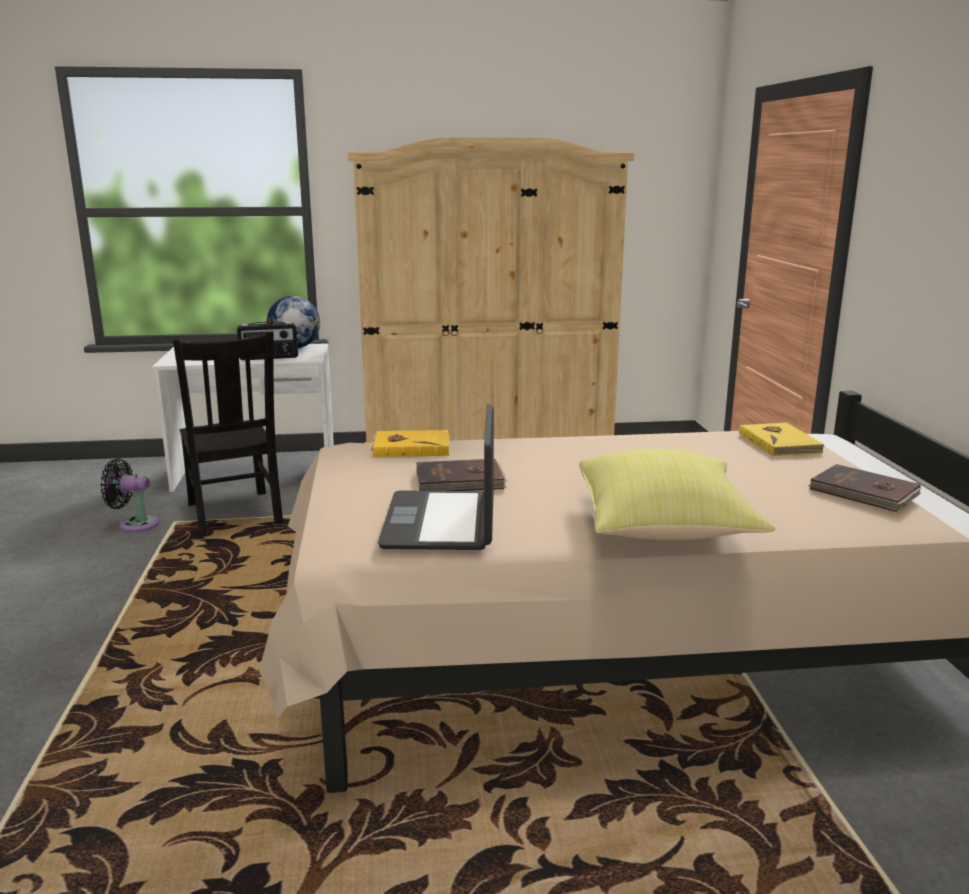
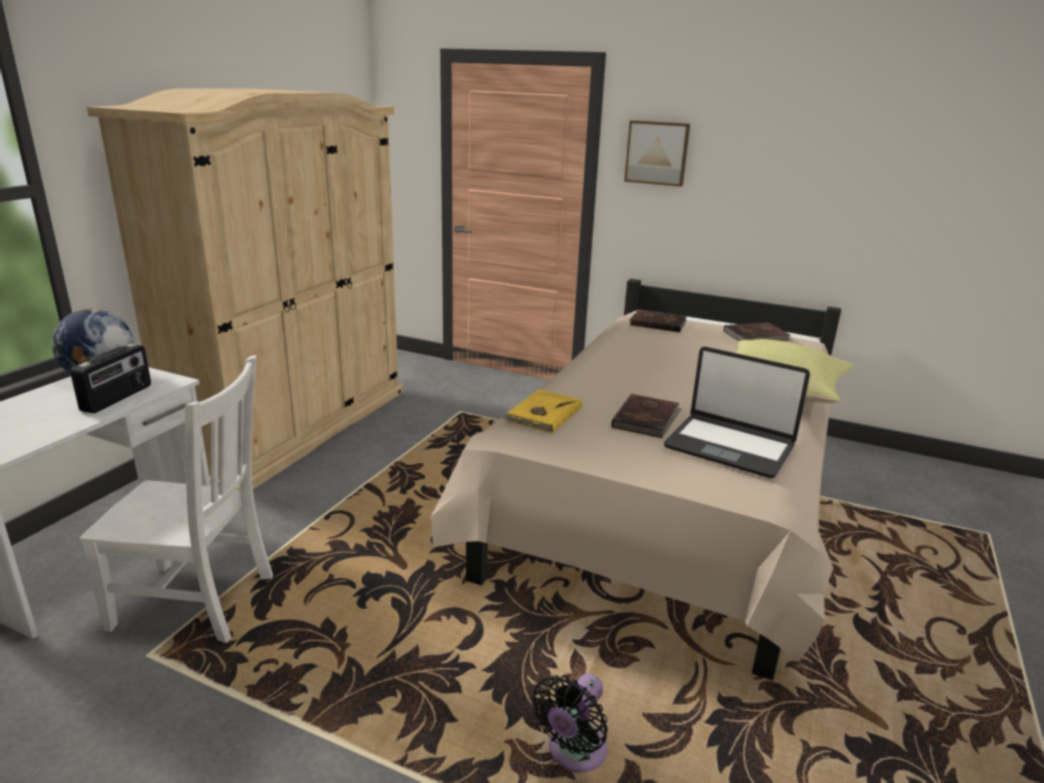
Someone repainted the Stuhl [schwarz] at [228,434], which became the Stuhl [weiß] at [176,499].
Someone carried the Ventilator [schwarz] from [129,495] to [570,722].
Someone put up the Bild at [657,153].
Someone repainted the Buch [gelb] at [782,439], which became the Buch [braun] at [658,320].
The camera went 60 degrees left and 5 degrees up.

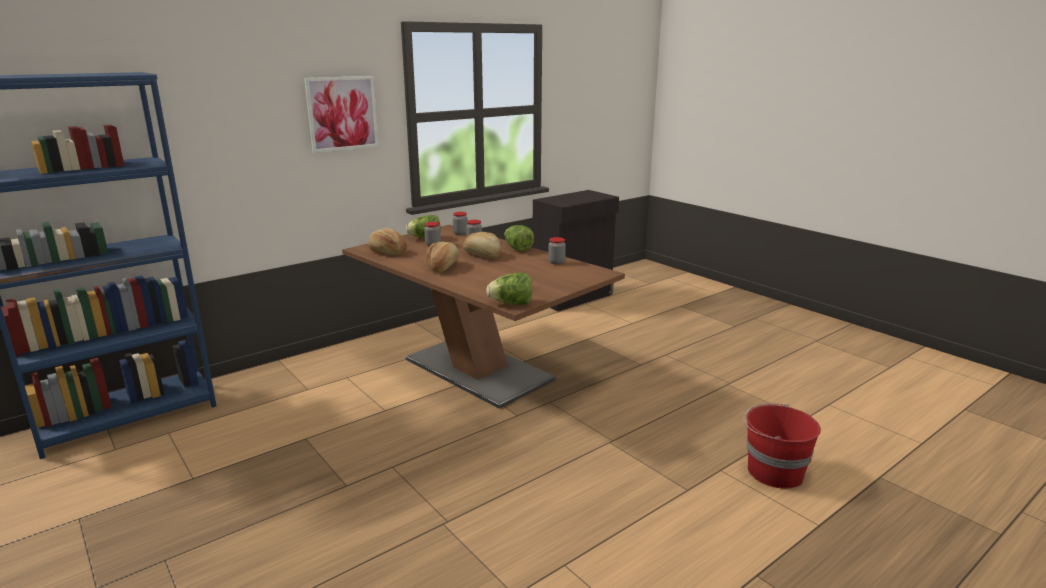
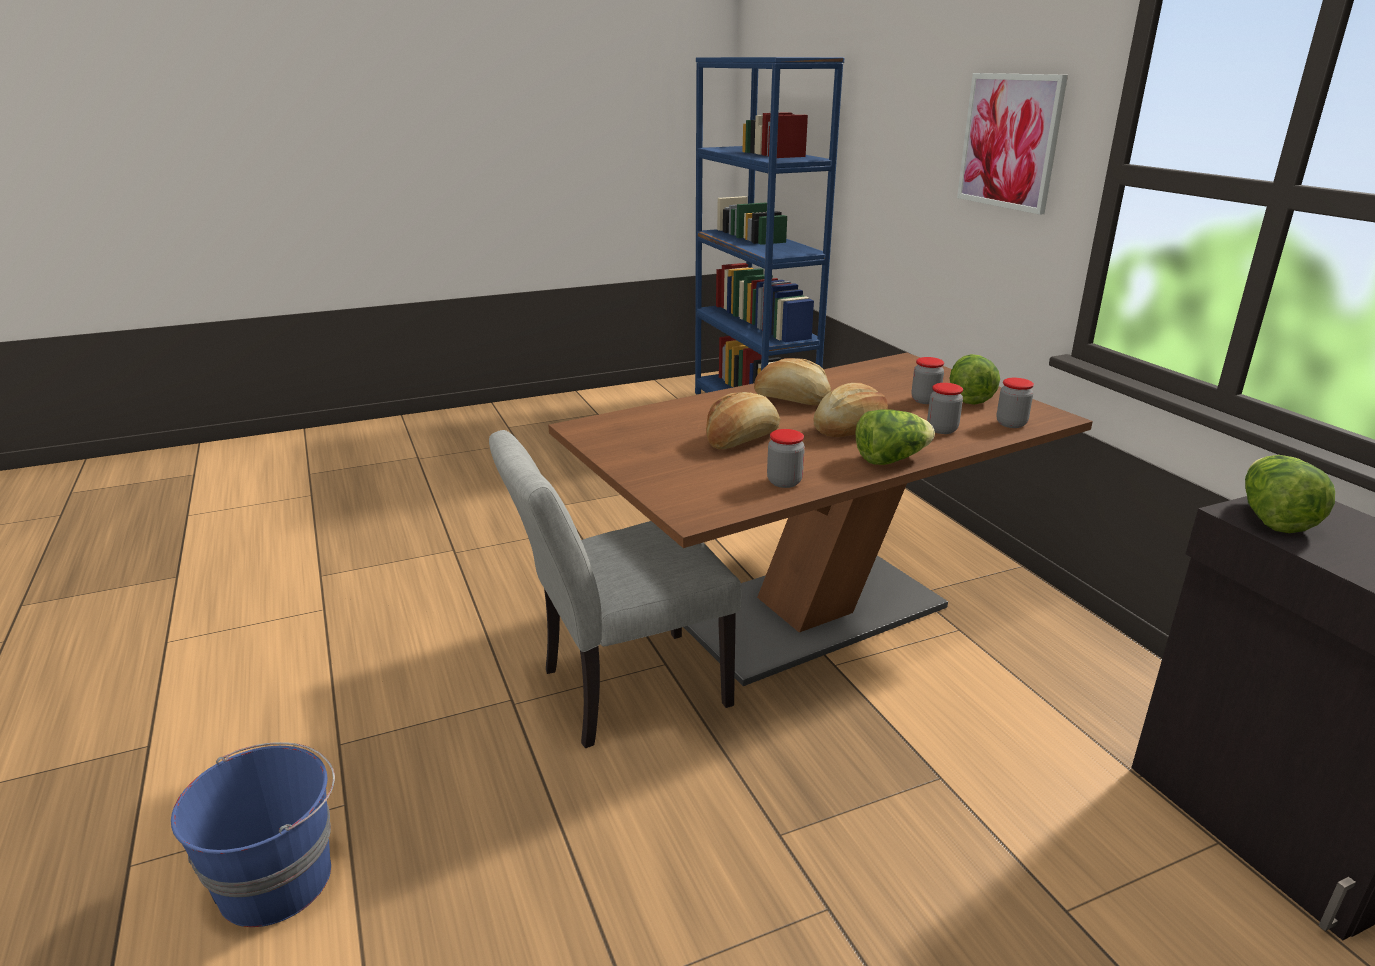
Someone repainted the Eimer [rot] at [782,446], which became the Eimer [blau] at [253,834].
Someone put down the Stuhl [grau] at [615,589].
Someone carried the Brot from [387,241] to [743,420].
Someone carried the Salatkopf from [509,288] to [1290,494].
The camera went 105 degrees right and 5 degrees up.

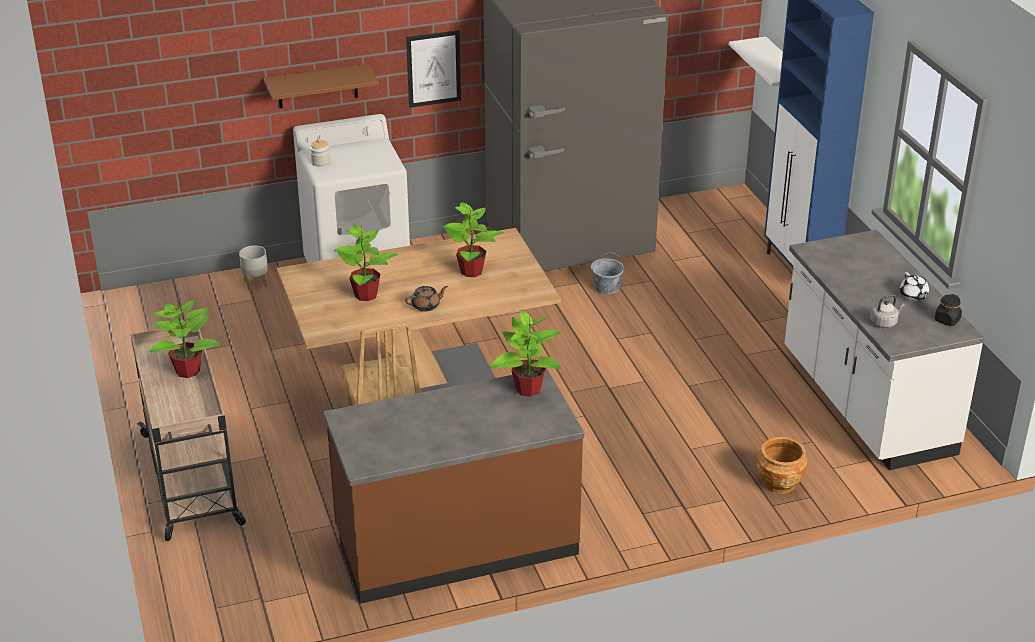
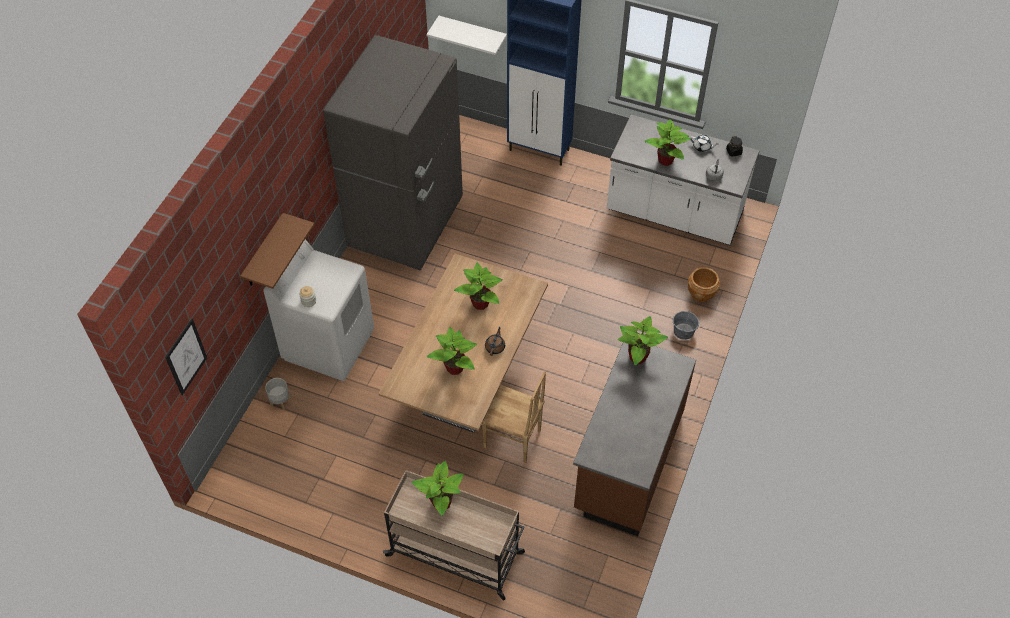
Someone carried the Bild from [433,69] to [186,357].
Someone put down the Topfpflanze at [667,142].
Someone carried the Eimer [grau] from [607,273] to [686,325].
The camera went 50 degrees left and 20 degrees up.

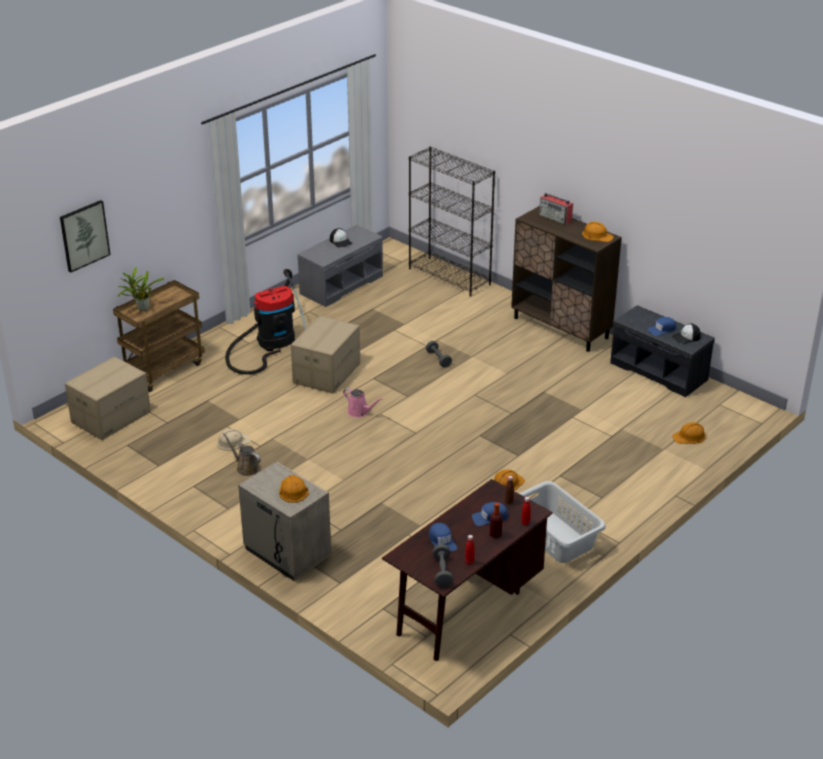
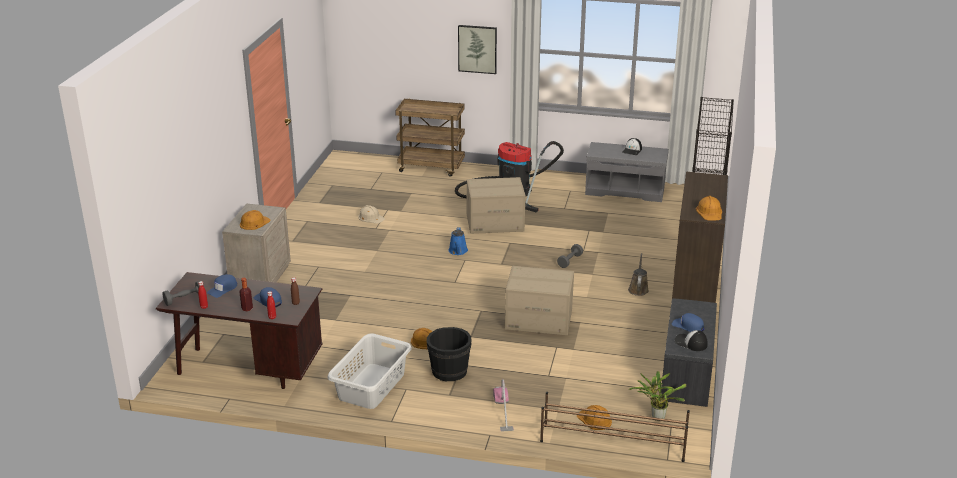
Someone put down the Eimer [schwarz] at [449,354].
Someone repainted the Gießkanne [rosa] at [363,403], which became the Gießkanne [blau] at [458,241].
Someone carried the Bild from [85,236] to [477,49].
Someone put down the Staubsauger at [503,405].
Someone carried the Karton from [108,398] to [539,301].
Someone put down the Schuhregal [braun] at [615,427].
Someone carried the Gießkanne [braun] from [242,454] to [638,274].
Someone carried the Topfpflanze from [141,289] to [657,396].
Someone took away the Radio at [556,208].
The camera went 60 degrees right and 5 degrees down.

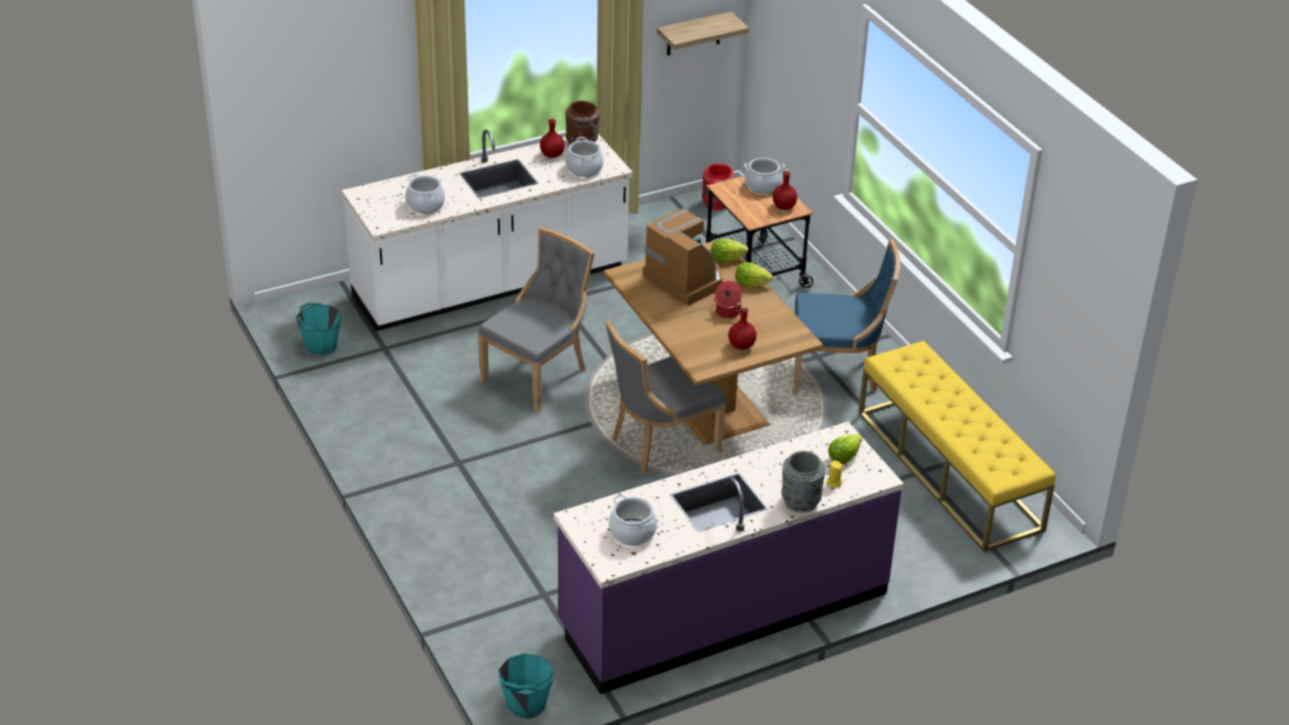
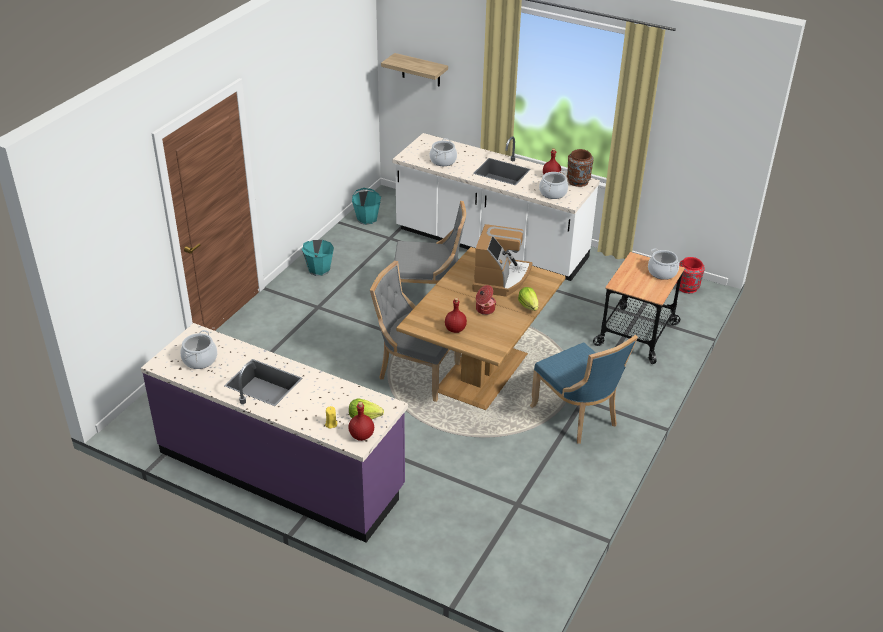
Someone carried the Eimer [türkis] from [526,686] to [318,258].
Someone carried the Flasche [rot] from [785,189] to [361,421].
Someone carried the Wandregal from [703,33] to [414,70].
Someone took away the Salatkopf at [730,250].
Someone took away the Vase [grau] at [803,481].
Someone took away the Bank [gelb] at [957,446].
The camera went 55 degrees right and 0 degrees up.

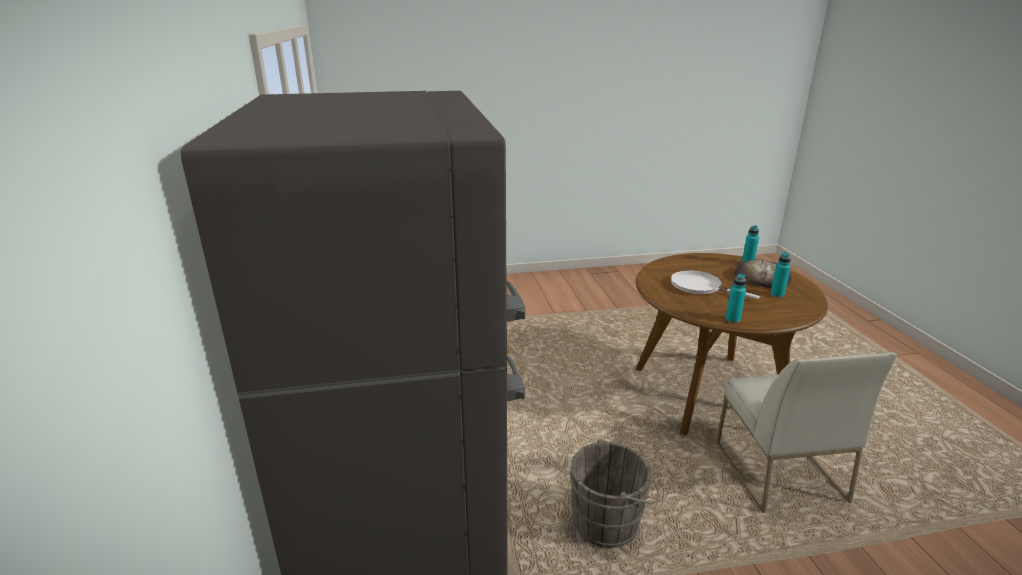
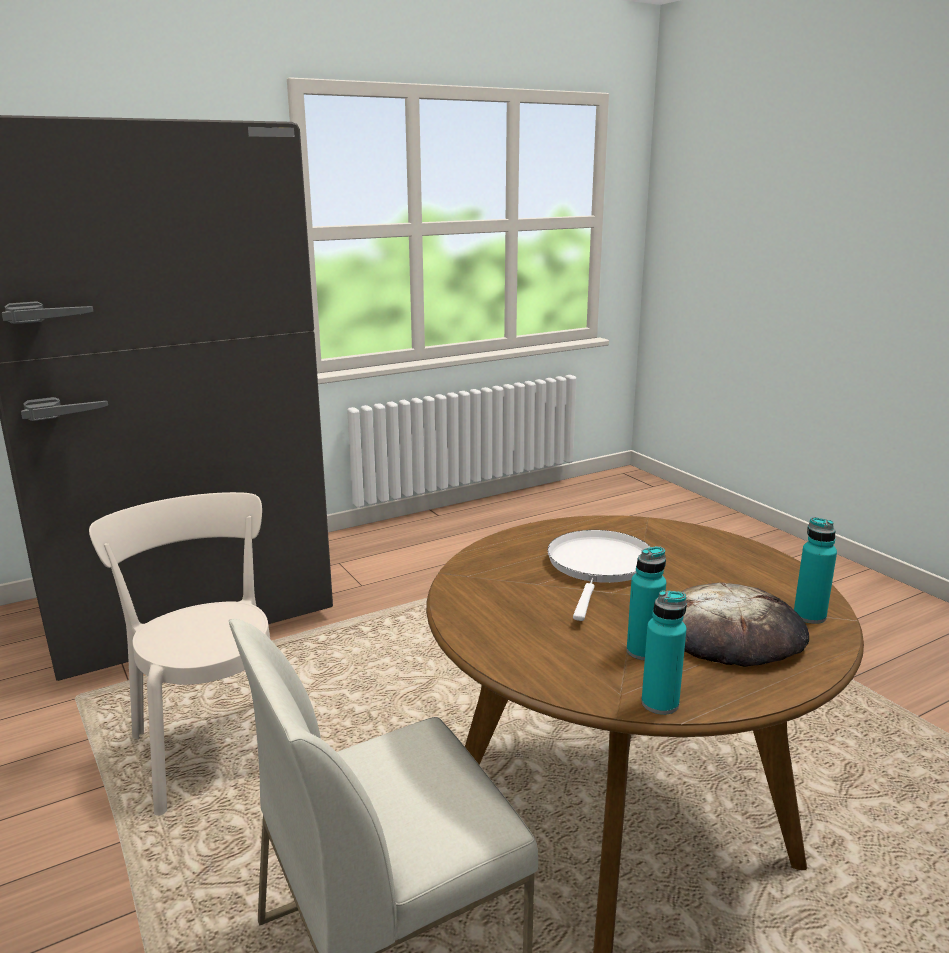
Someone swapped the Eimer [grau] at [614,493] for the Stuhl [beige] at [180,654].
Someone carried the Flasche [türkis] from [735,298] to [664,652].
The camera went 70 degrees right and 5 degrees down.

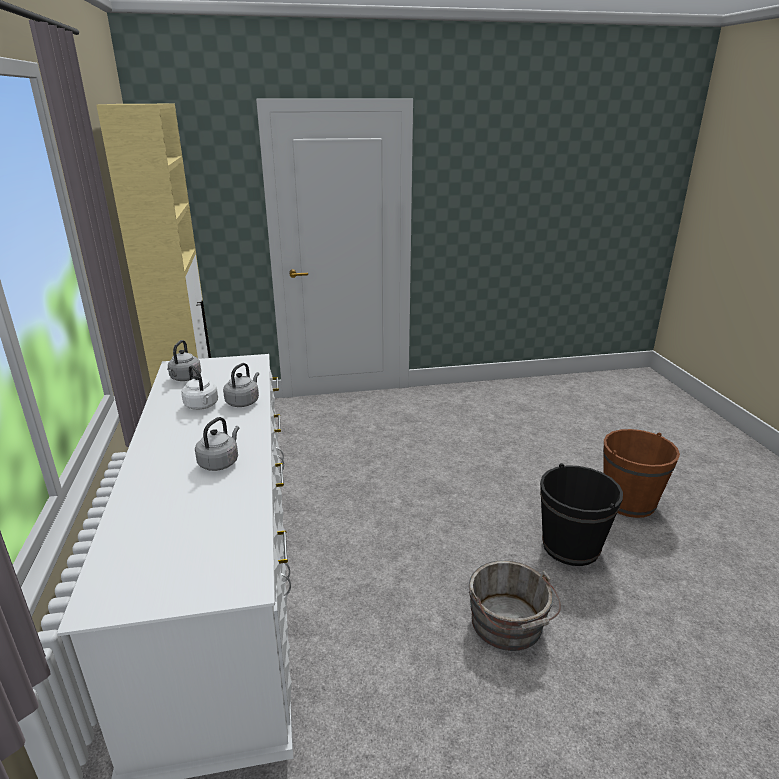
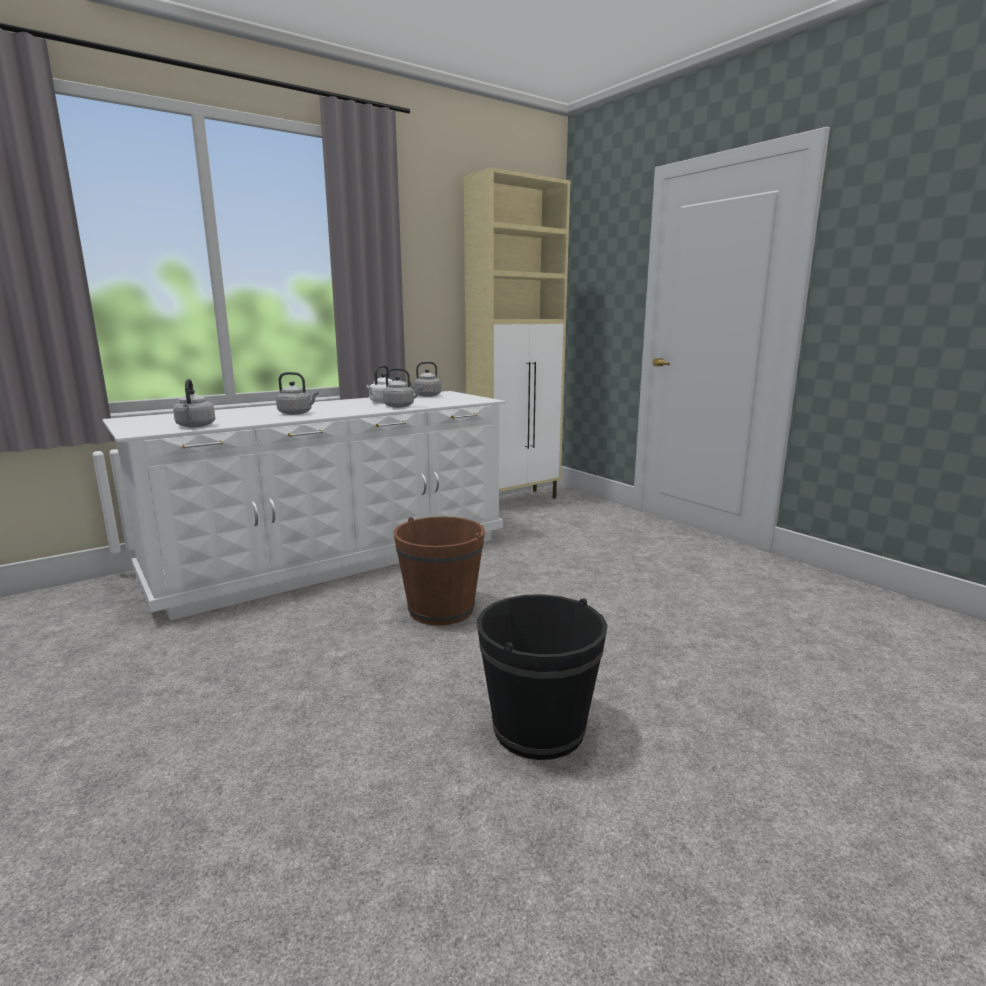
Someone put down the Wasserkessel [grau] at [194,403].
Someone carried the Eimer [braun] from [641,473] to [439,570].
Someone took away the Eimer [grau] at [515,606].
The camera went 65 degrees right and 10 degrees down.

